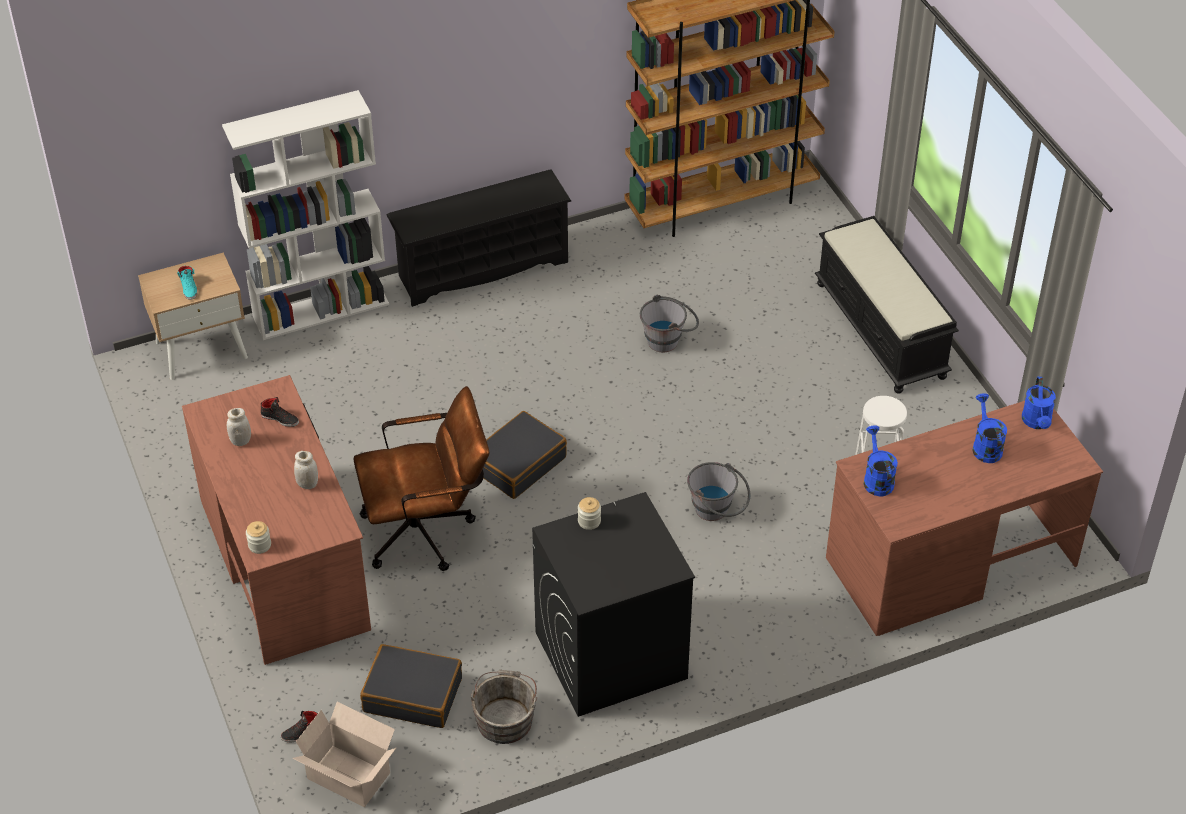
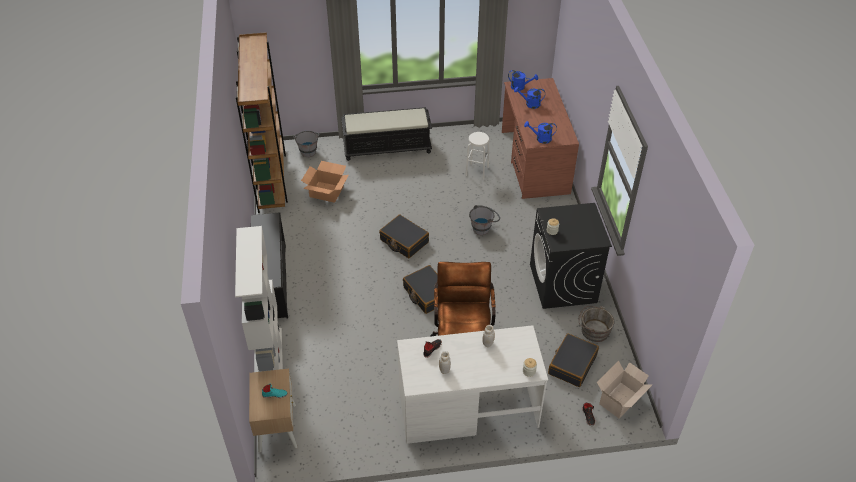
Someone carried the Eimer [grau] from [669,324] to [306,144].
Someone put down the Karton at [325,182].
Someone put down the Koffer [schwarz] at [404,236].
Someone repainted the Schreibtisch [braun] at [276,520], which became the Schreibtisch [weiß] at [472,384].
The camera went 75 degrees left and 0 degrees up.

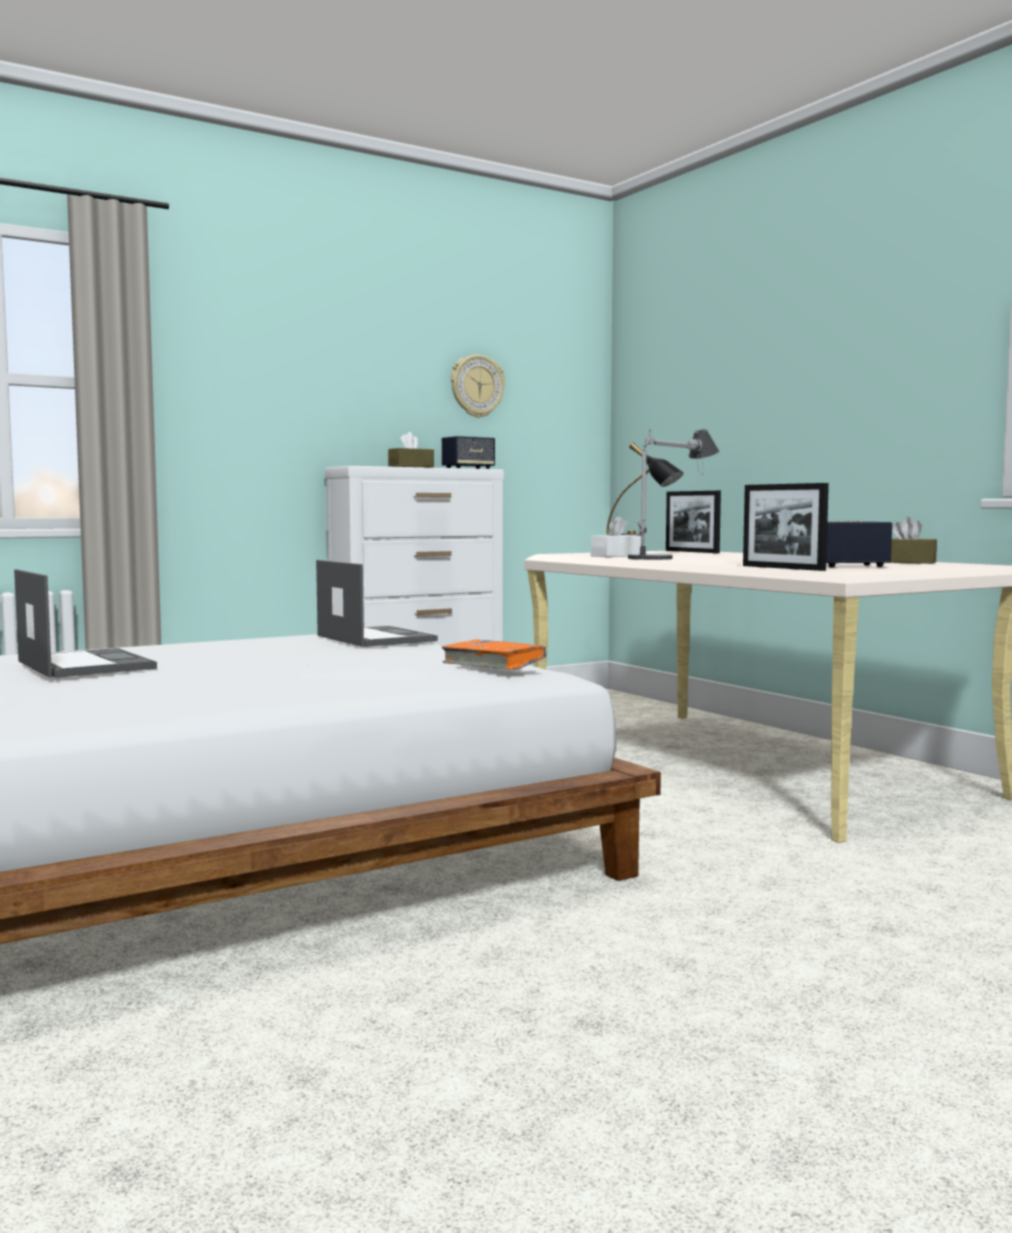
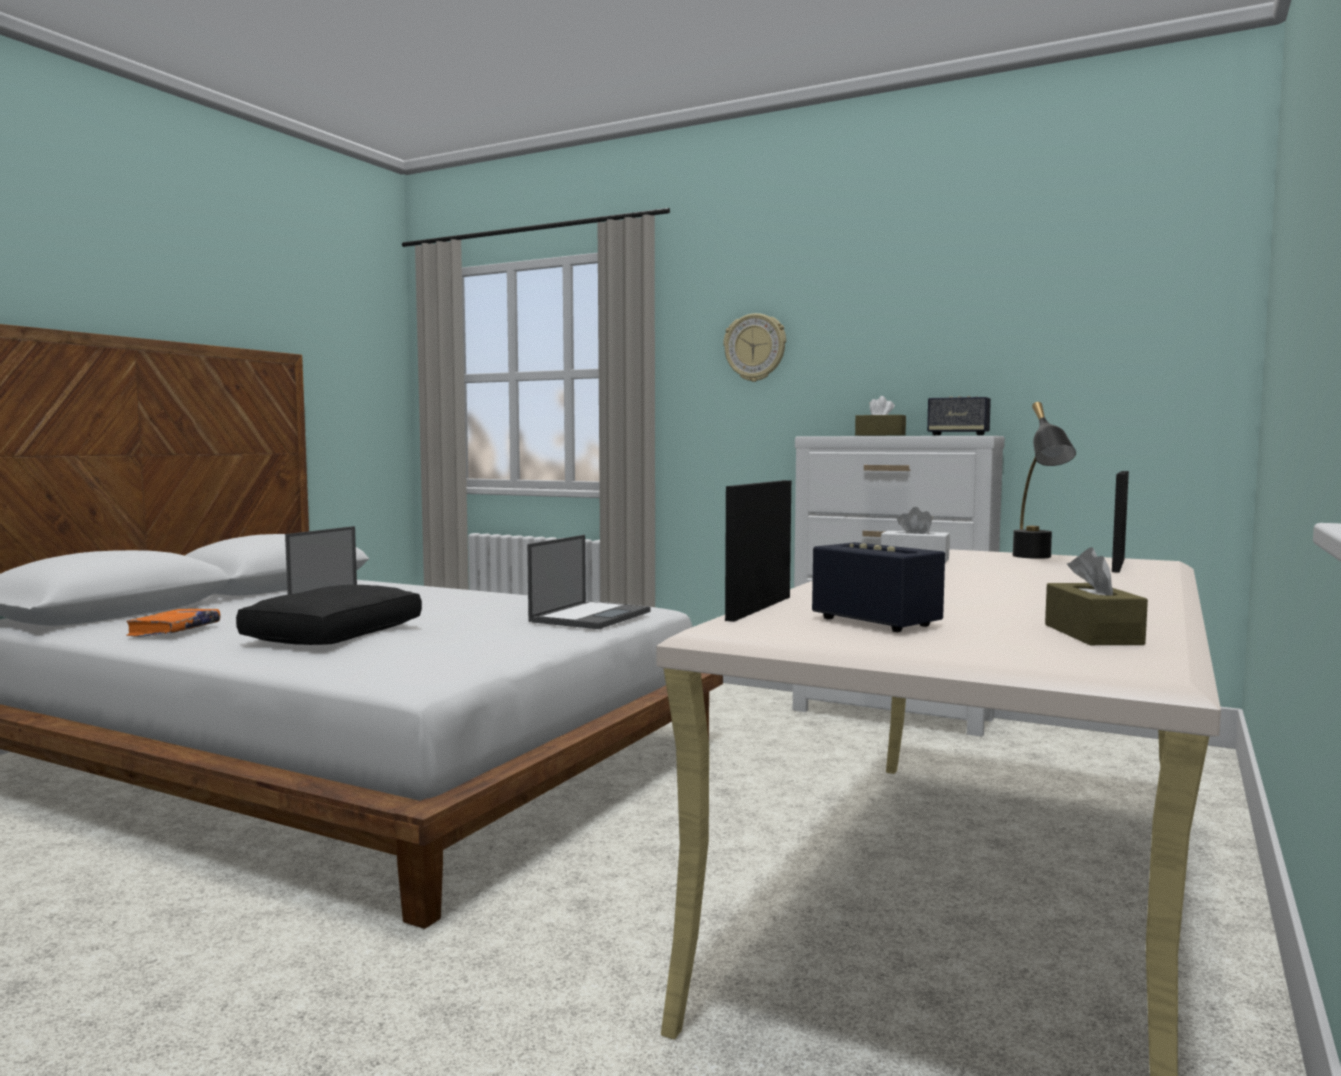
Someone carried the Buch [orange] from [494,654] to [173,623].
Someone put down the Kissen [schwarz] at [329,615].
Someone carried the Wanduhr from [478,386] to [755,347].
Someone took away the Tischlampe at [673,494].
The camera went 60 degrees right and 0 degrees up.

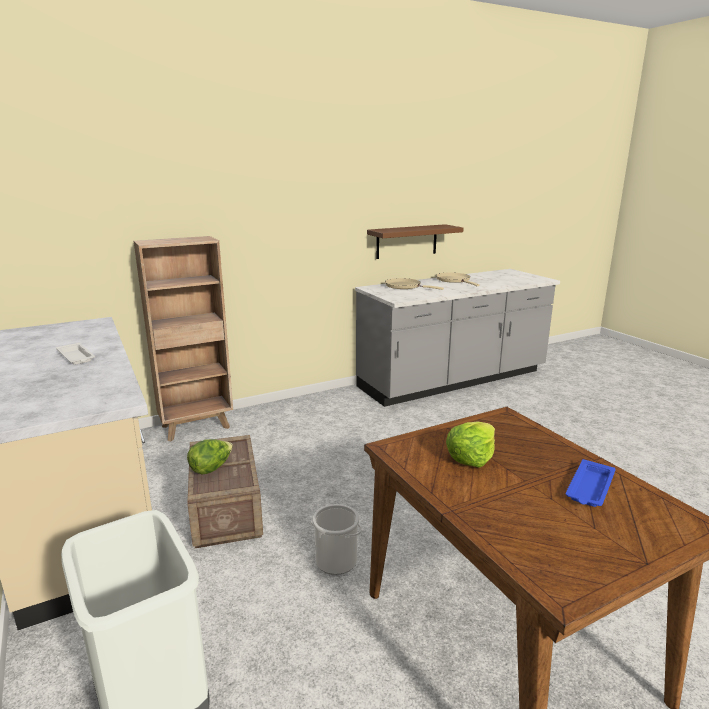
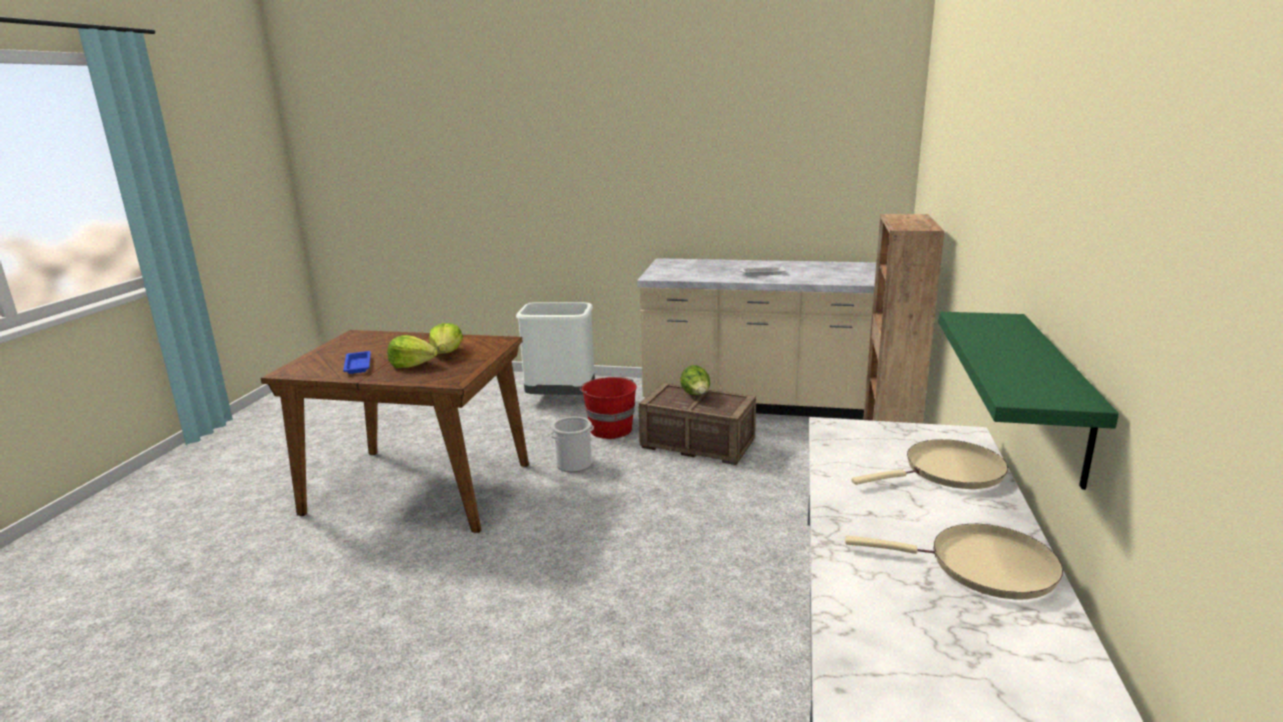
Someone put down the Salatkopf at [412,351].
Someone put down the Eimer [rot] at [608,408].
Someone repainted the Wandregal [braun] at [415,241], which became the Wandregal [grün] at [1029,401].
The camera went 130 degrees right and 0 degrees up.

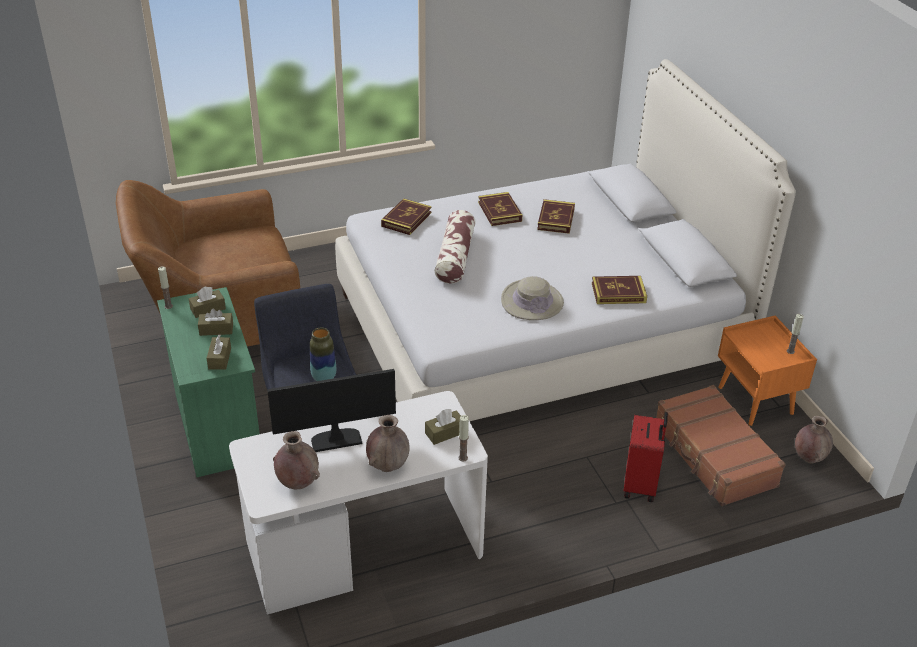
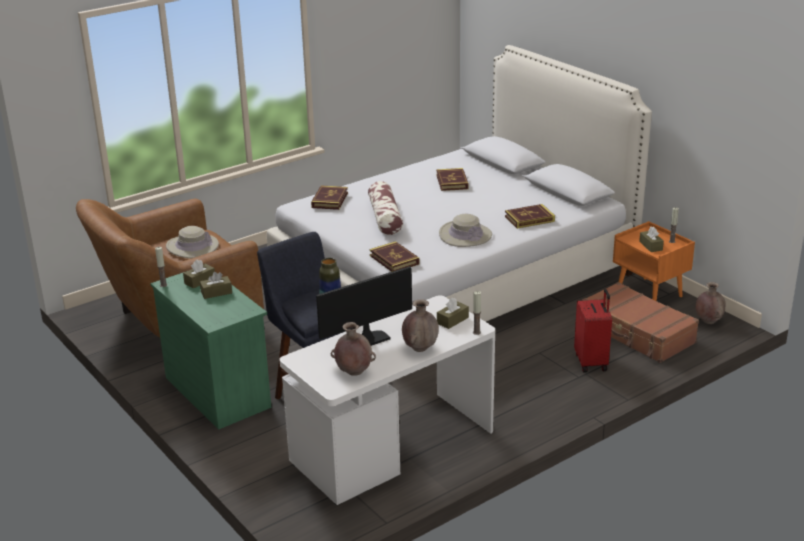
Someone put down the Hut [beige] at [192,242].
Someone carried the Buch from [500,209] to [394,256].
Someone carried the Taschentuchbox [braun] from [219,352] to [651,239].
The camera went 15 degrees left and 10 degrees down.

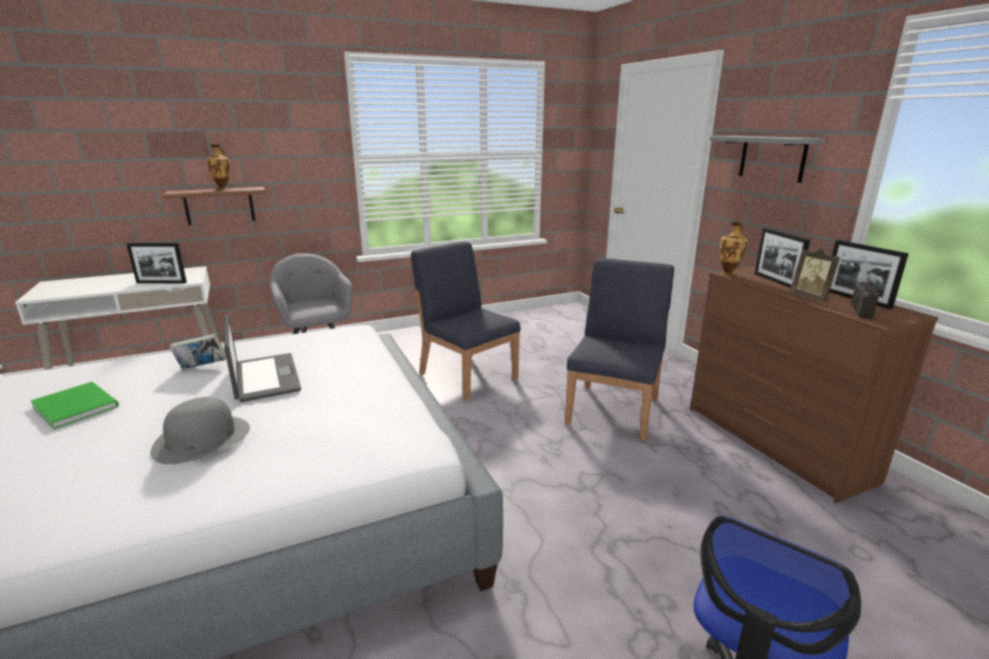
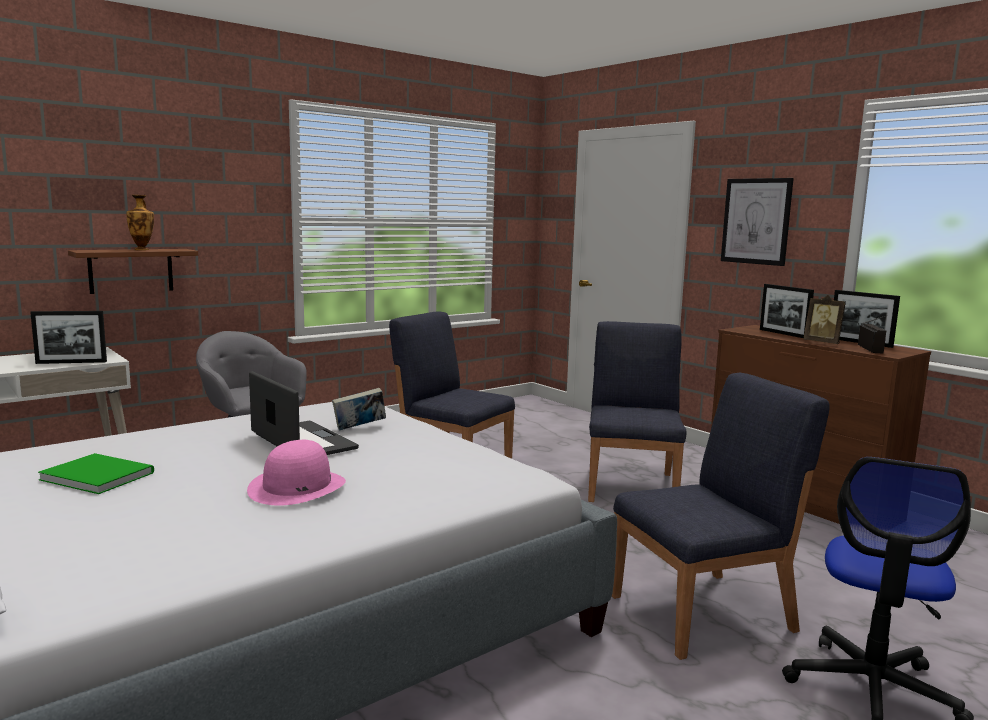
Someone repainted the Hut [grau] at [200,430], which became the Hut [rosa] at [296,473].
Someone carried the Buch from [197,351] to [359,409].
Someone put down the Stuhl [blau] at [721,516].
Someone swapped the Wandregal [grau] at [767,159] for the Bild at [757,222].
Someone took away the Vase at [734,248].
The camera went 15 degrees left and 10 degrees down.

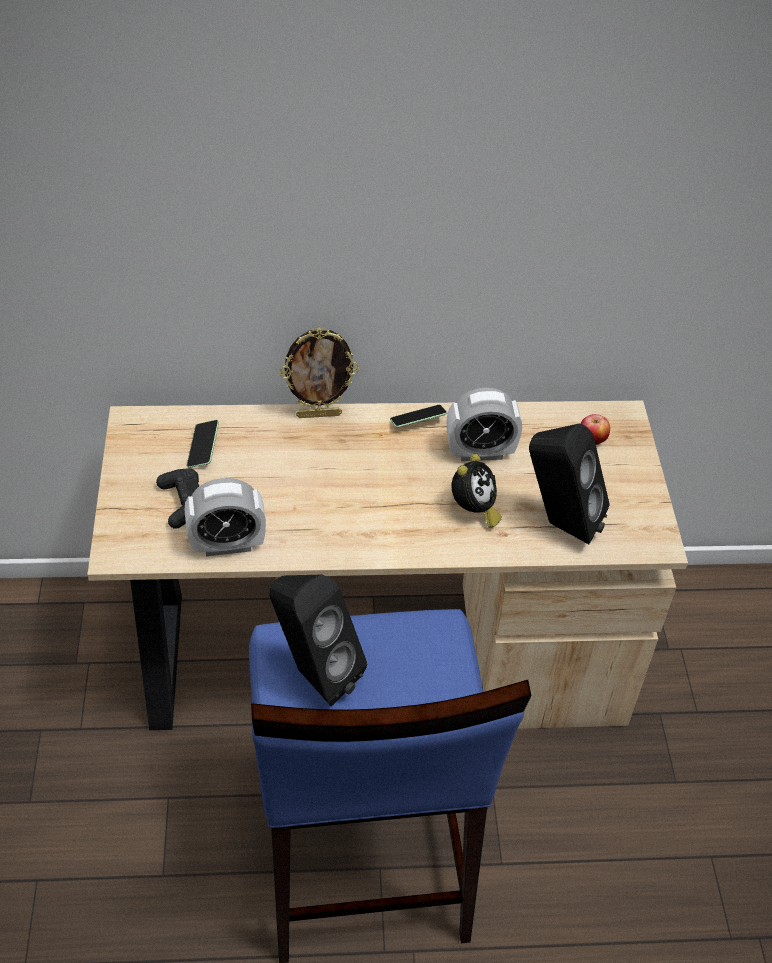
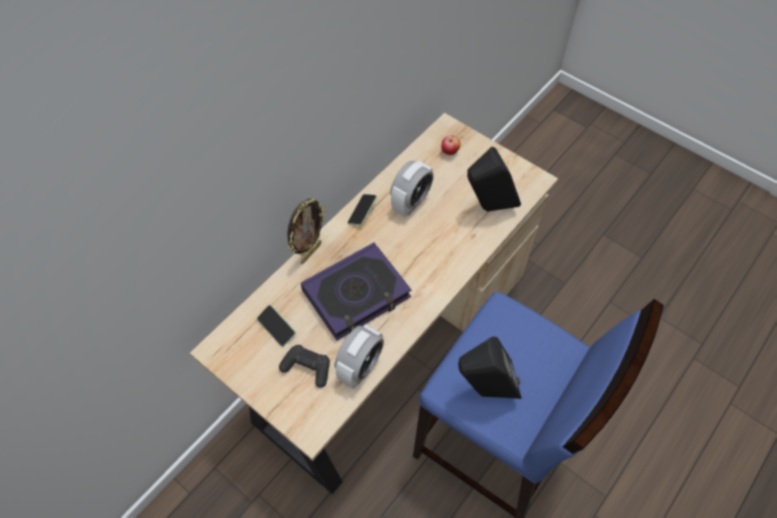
Someone put down the Buch at [356,291].
Someone took away the Wecker at [477,491].
The camera went 45 degrees left and 10 degrees up.

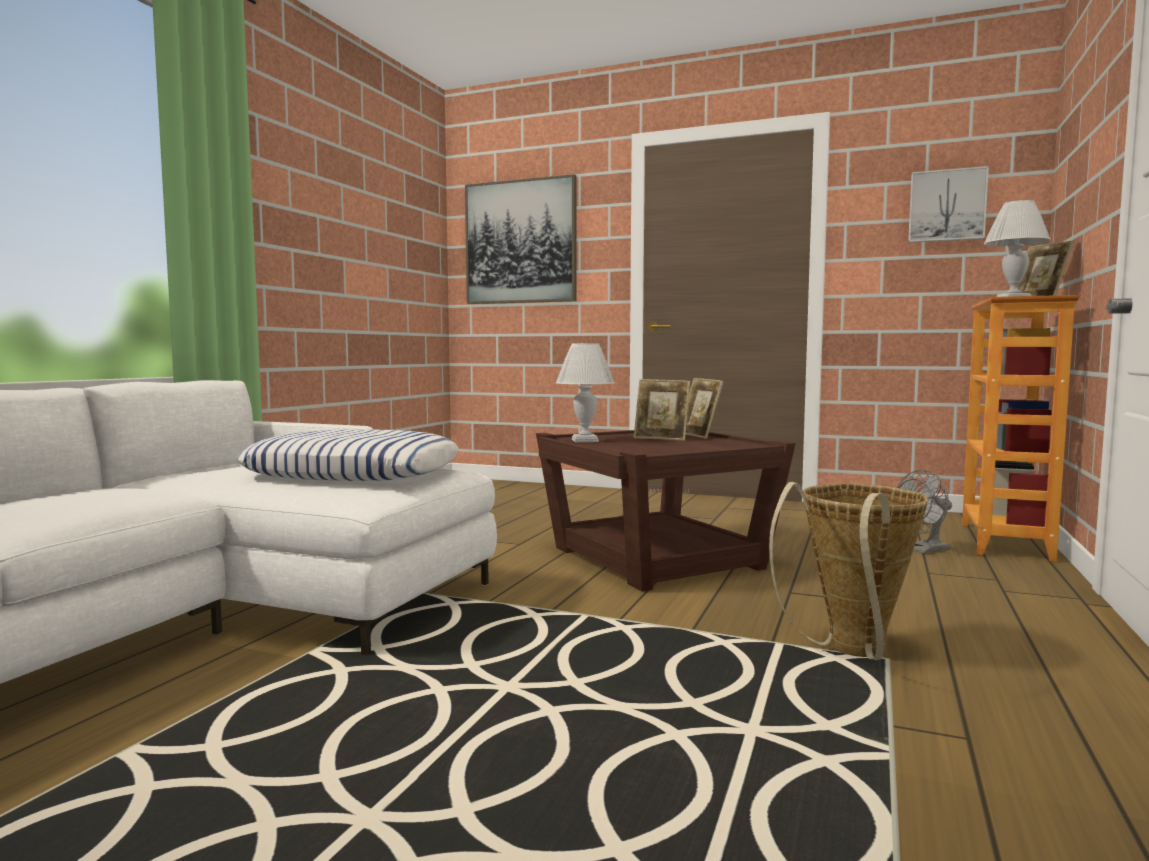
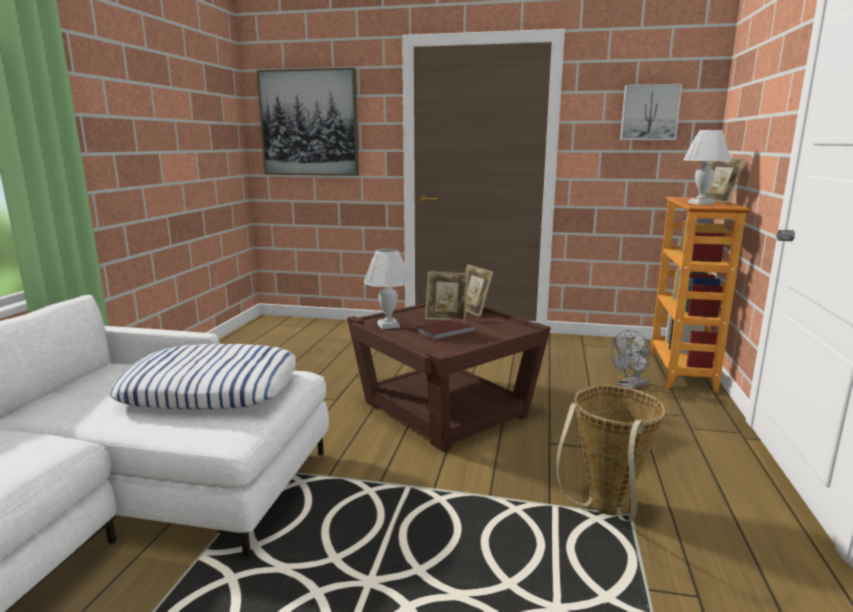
Someone put down the Buch [braun] at [445,329].
The camera went 10 degrees left and 10 degrees up.

